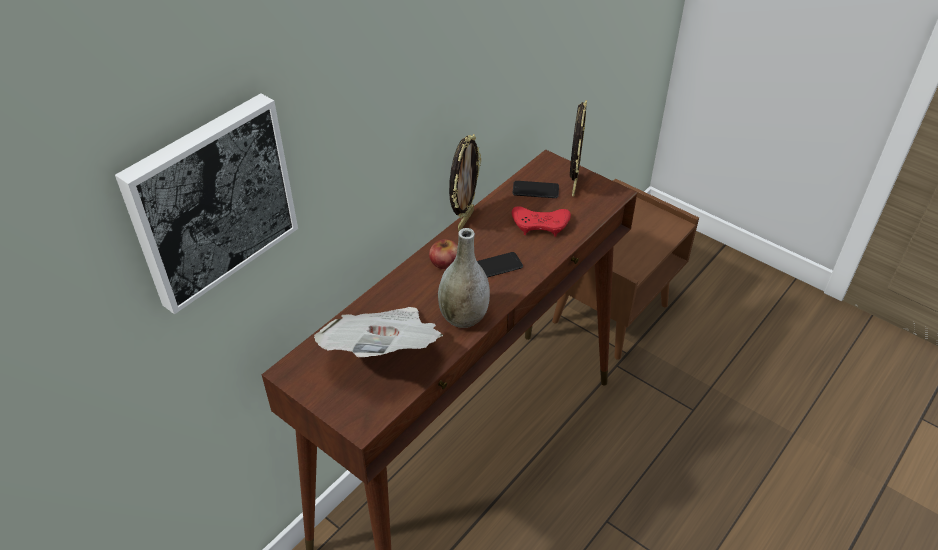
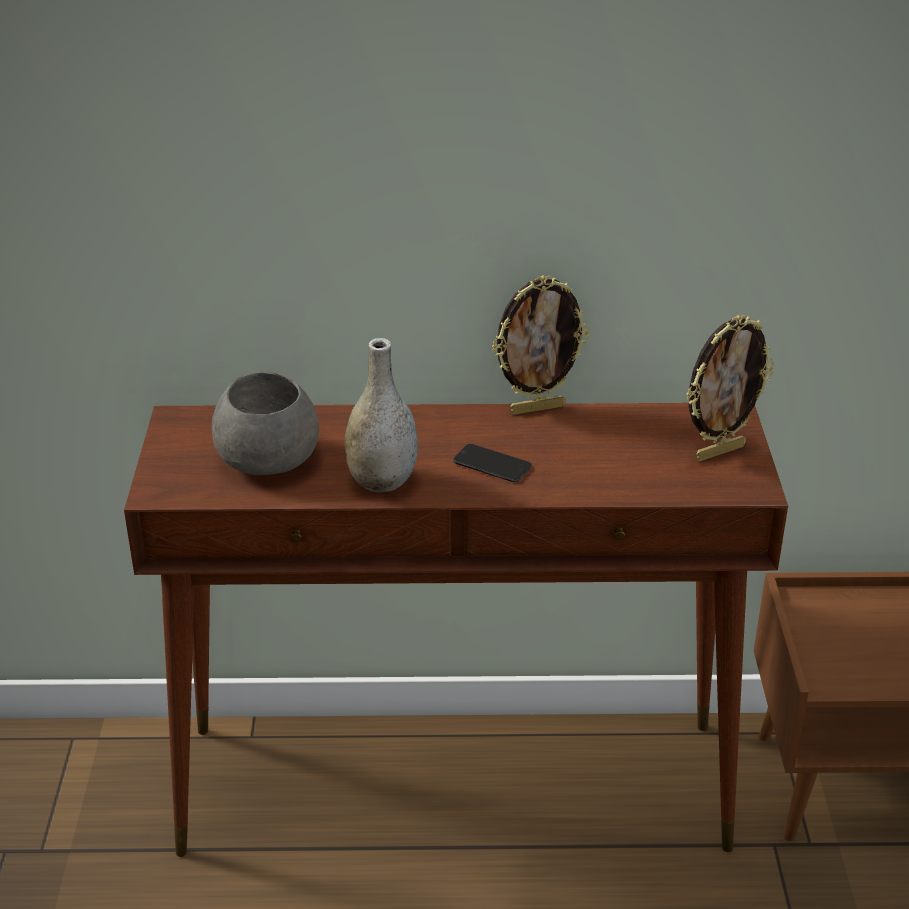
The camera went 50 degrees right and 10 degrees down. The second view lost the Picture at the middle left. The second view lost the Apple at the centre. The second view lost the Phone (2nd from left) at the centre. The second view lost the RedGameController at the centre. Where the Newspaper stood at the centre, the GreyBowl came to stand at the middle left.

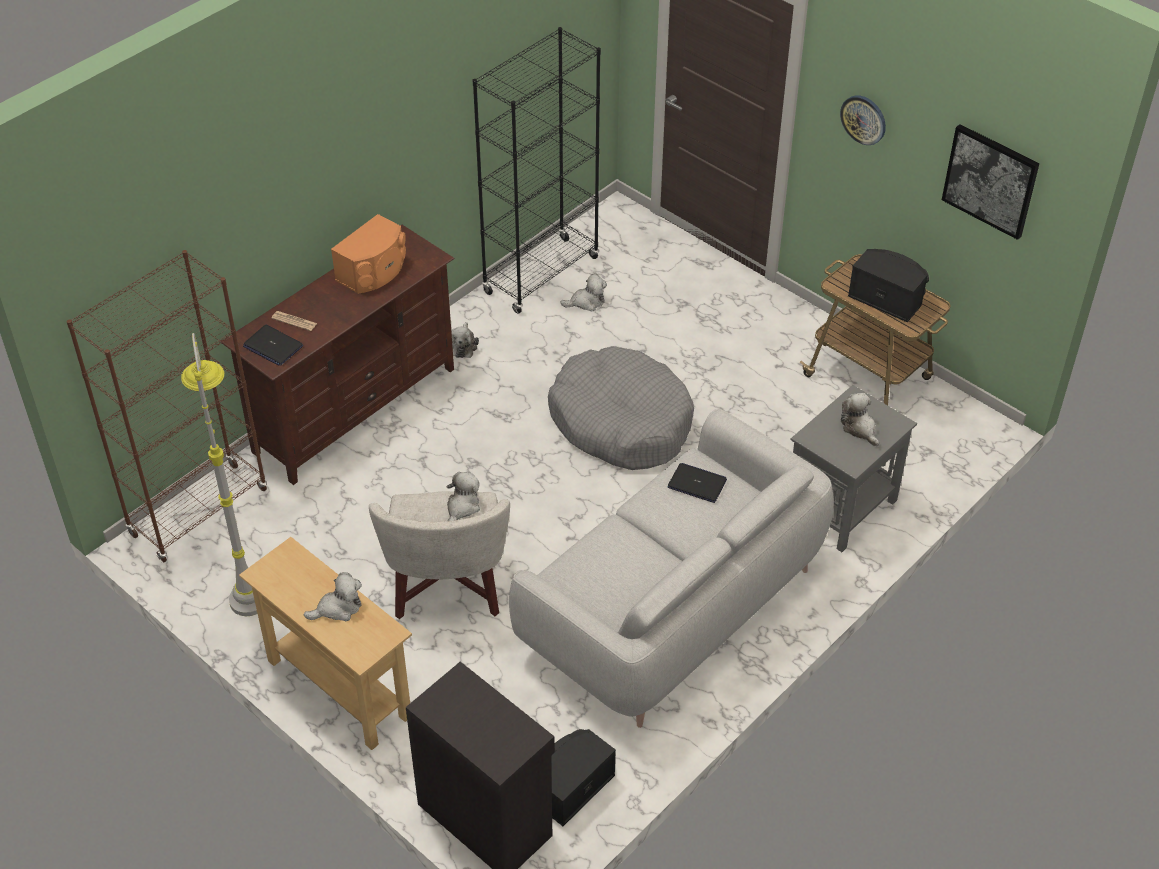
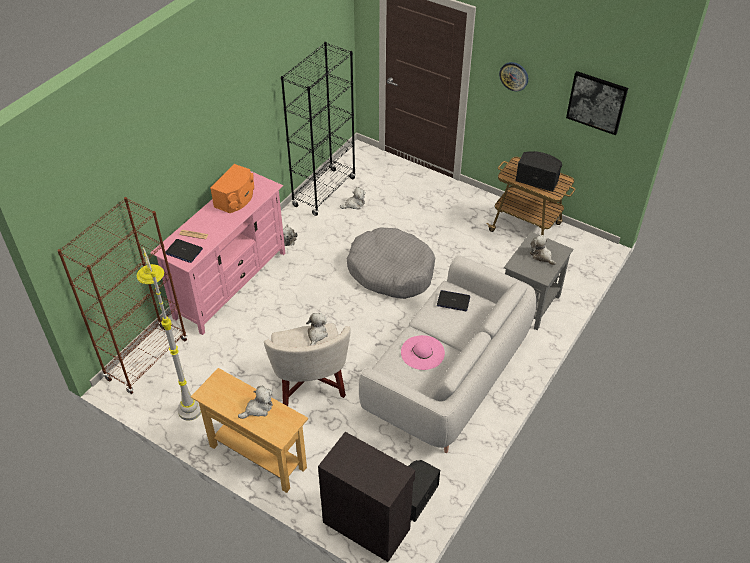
The camera went 10 degrees left and 0 degrees up. The second view gained the PinkHat at the centre. What was the BrownTvStand at the middle left turned into the PinkTvStand at the middle left.

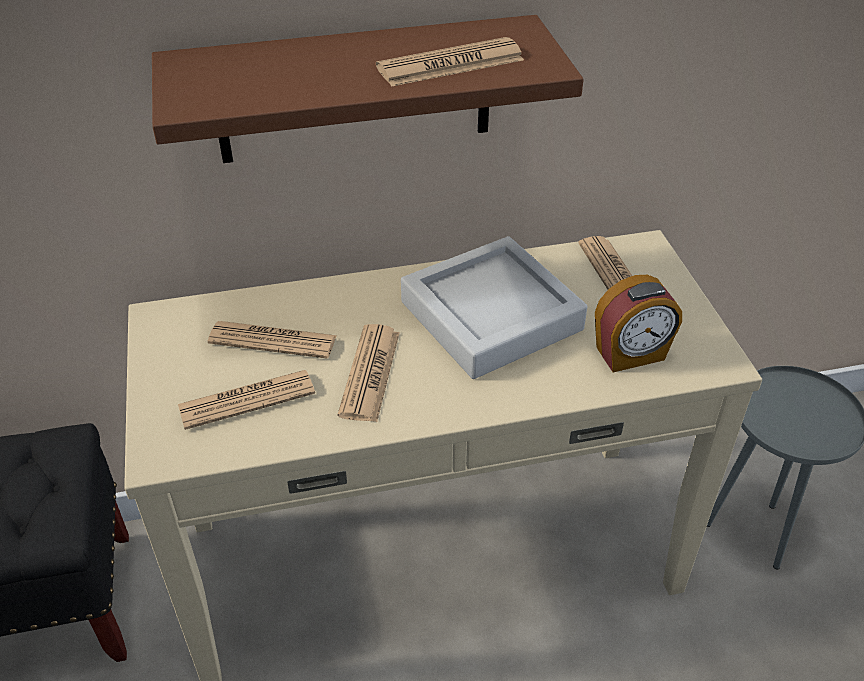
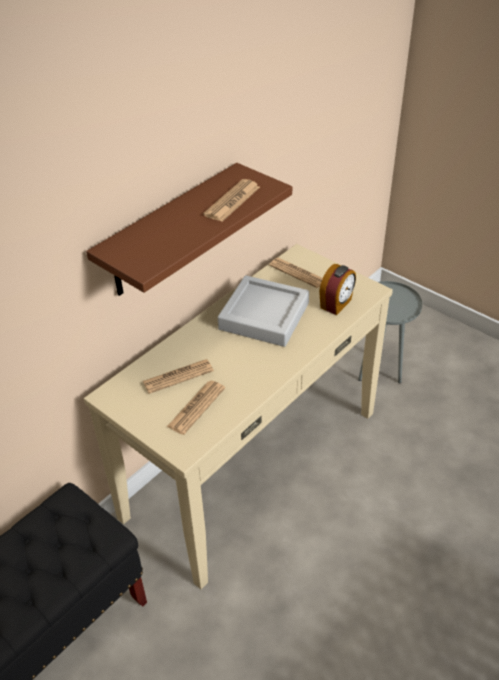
The camera went 35 degrees left and 0 degrees up. The second view lost the Newspaper (3rd from left) at the centre.

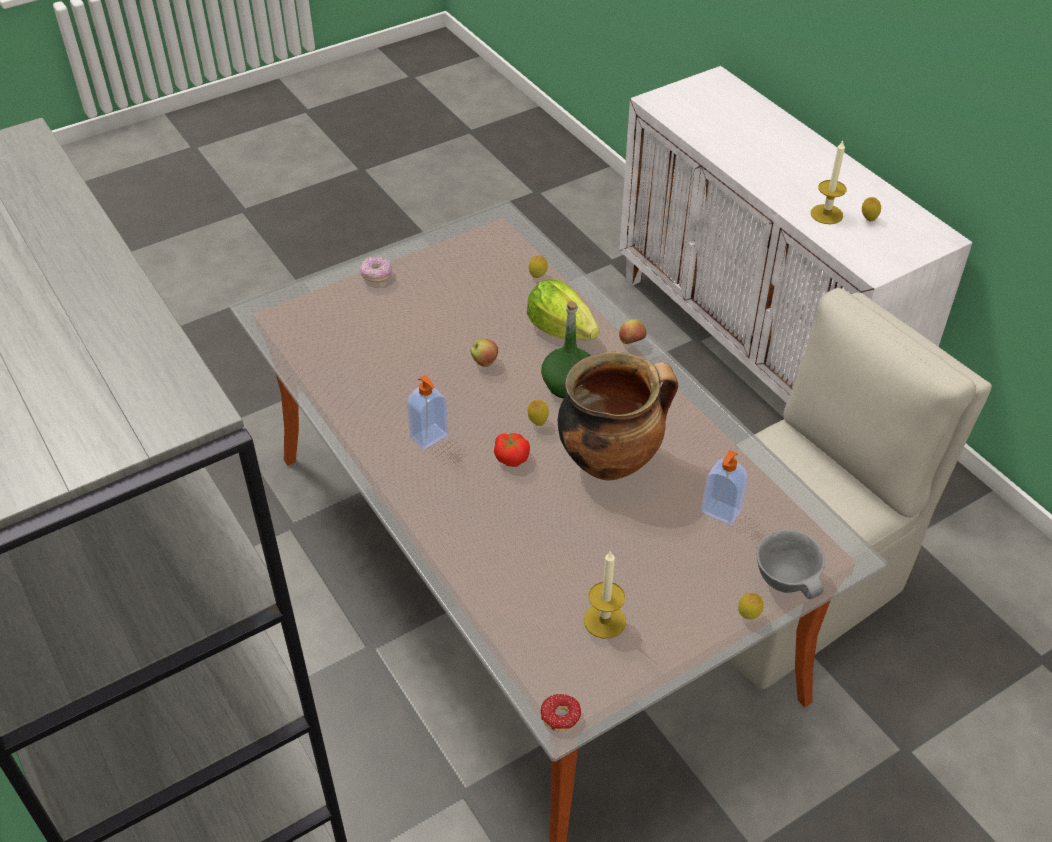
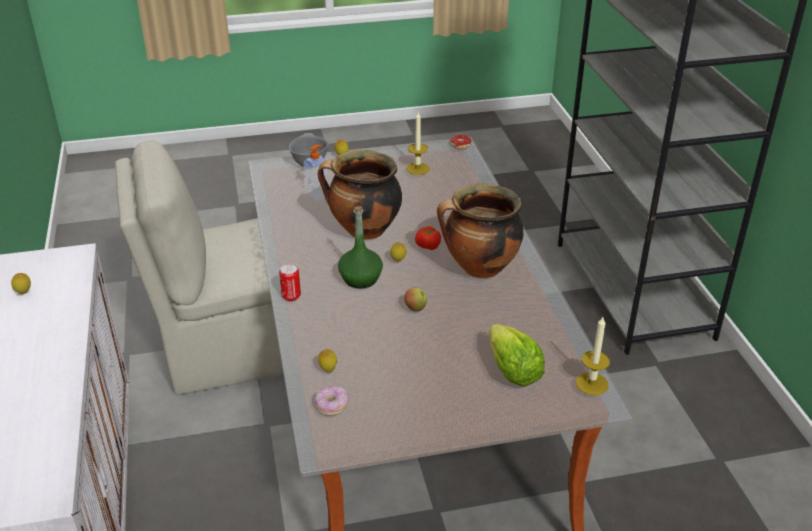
The camera went 160 degrees left and 10 degrees down. The Donut (1st from left) ended up elsewhere, having gone from the top centre to the bottom centre. The Lettuce ended up elsewhere, having gone from the centre to the bottom centre. The Candle (2nd from left) ended up elsewhere, having gone from the top right to the bottom right. Where the SoapDispenser (1st from left) stood at the centre, the CookingPot (2nd from left) came to stand at the centre. Where the Apple (2nd from left) stood at the centre, the Can came to stand at the centre.

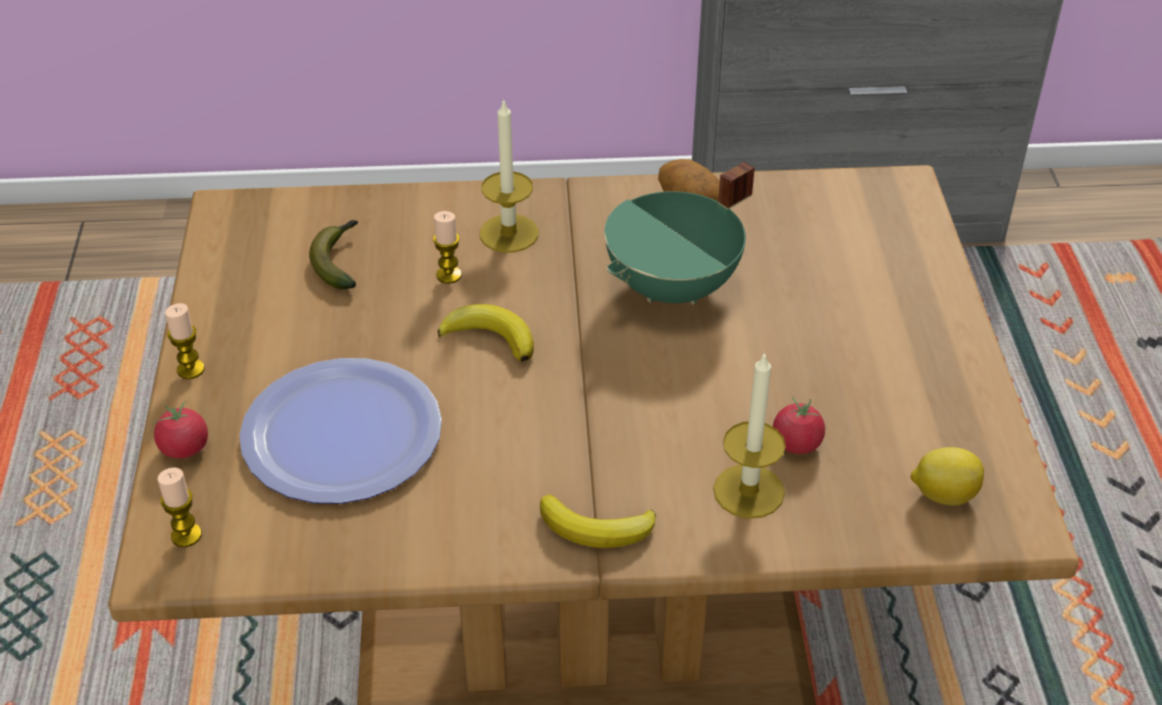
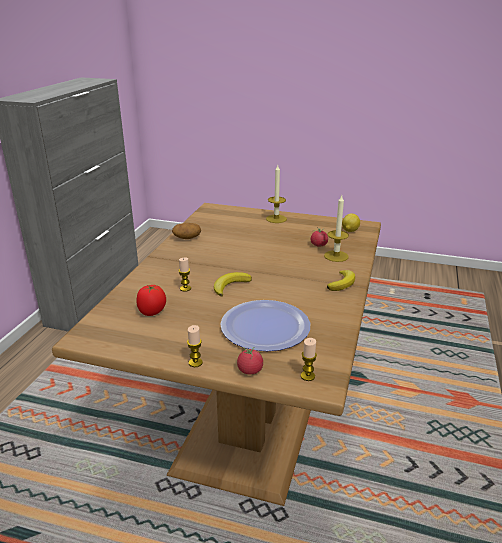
The camera went 70 degrees left and 15 degrees down. The second view lost the GreenCookingPot at the top centre. The Candle (4th from left in the first image) ended up elsewhere, having gone from the top centre to the centre. Where the Banana (1st from left) stood at the middle left, the Tomato (1st from left) came to stand at the middle left.

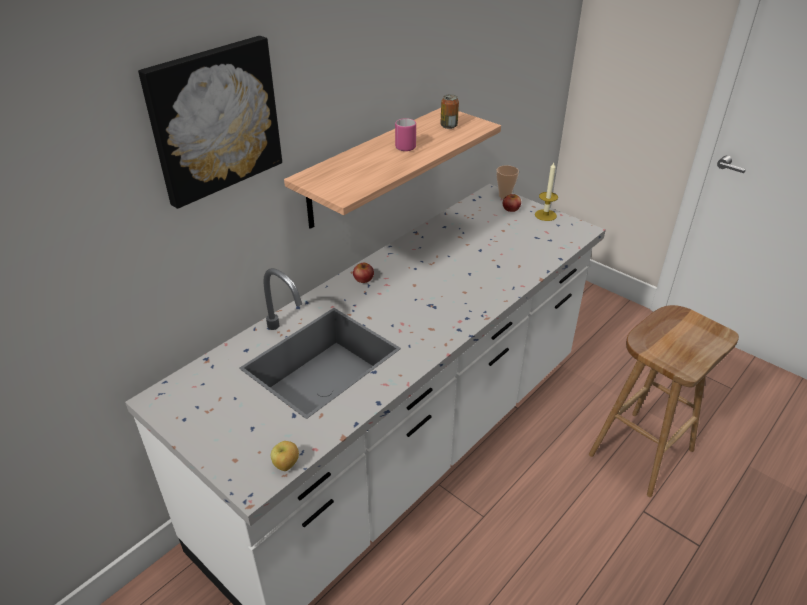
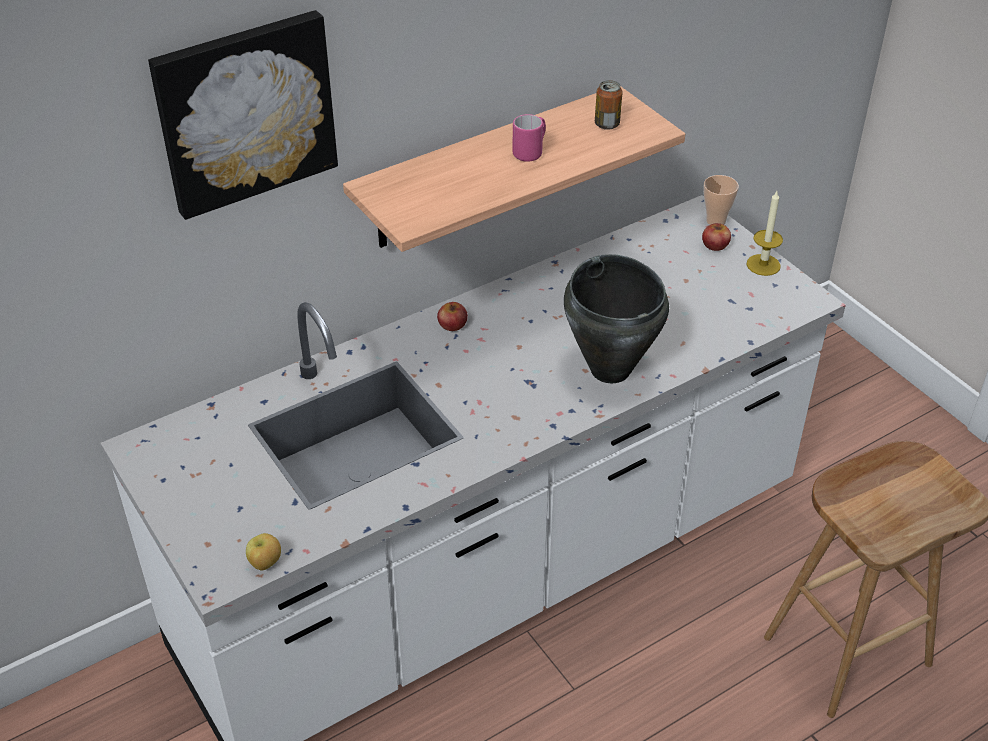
The camera went 15 degrees right and 5 degrees up. The second view gained the BlackCookingPot at the centre.

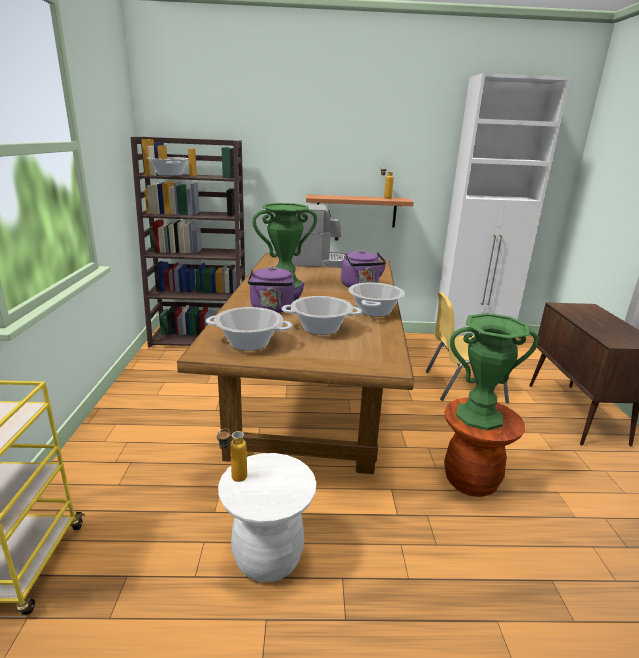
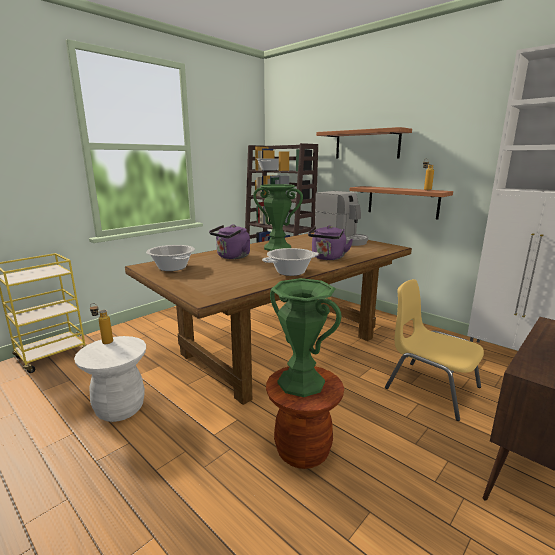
The camera went 45 degrees right and 5 degrees down. The second view lost the CookingPot (3rd from left) at the centre. The second view gained the Shelf (1st from left) at the top centre.

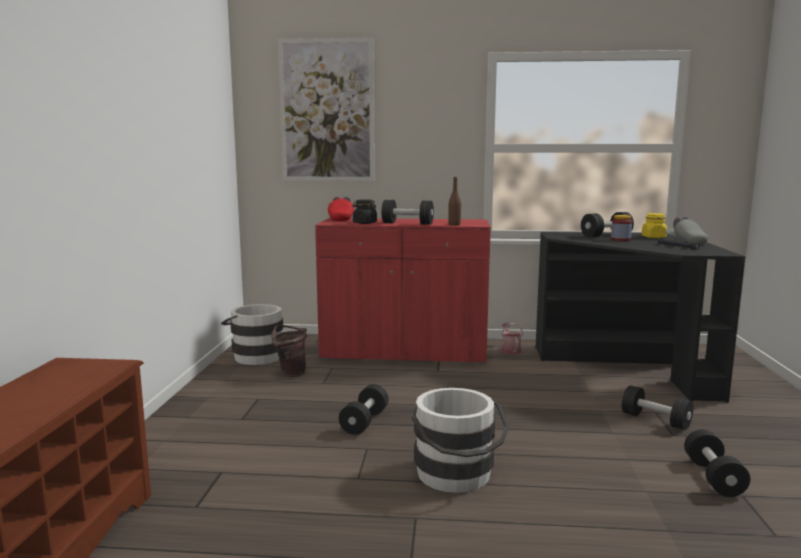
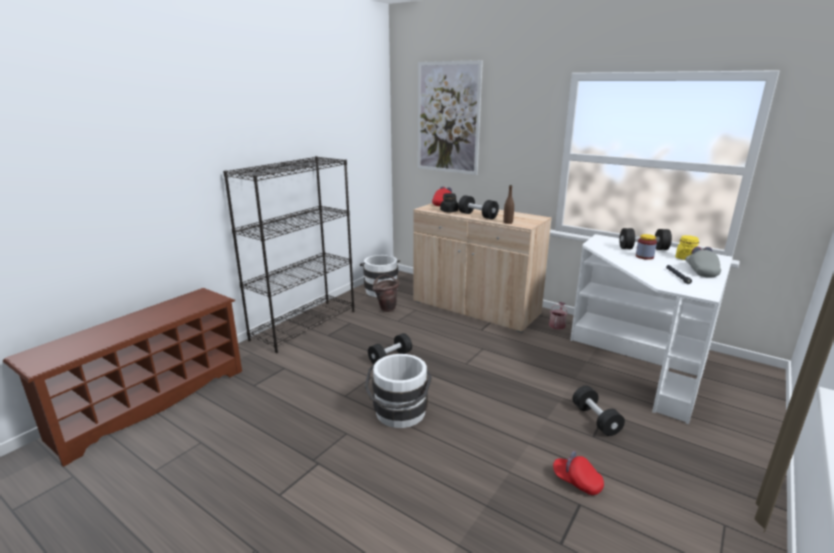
The camera went 30 degrees right and 10 degrees up. The second view gained the BlackBookcase at the centre. Where the BlackDumbbell (5th from left) stood at the bottom right, the RedCap (2nd from left) came to stand at the bottom right. What was the RedCabinet at the centre turned into the BeigeCabinet at the centre. What was the BlackDesk at the middle right turned into the WhiteDesk at the middle right.

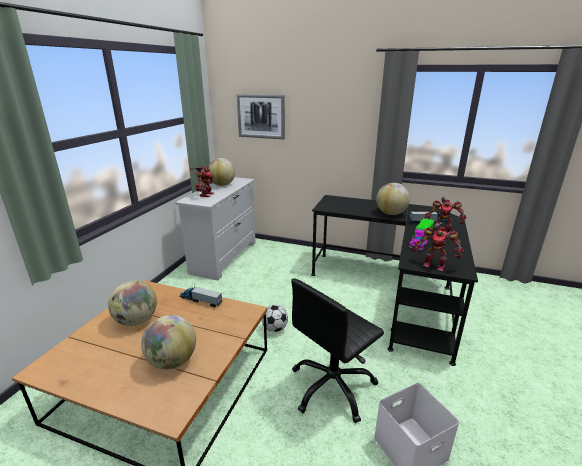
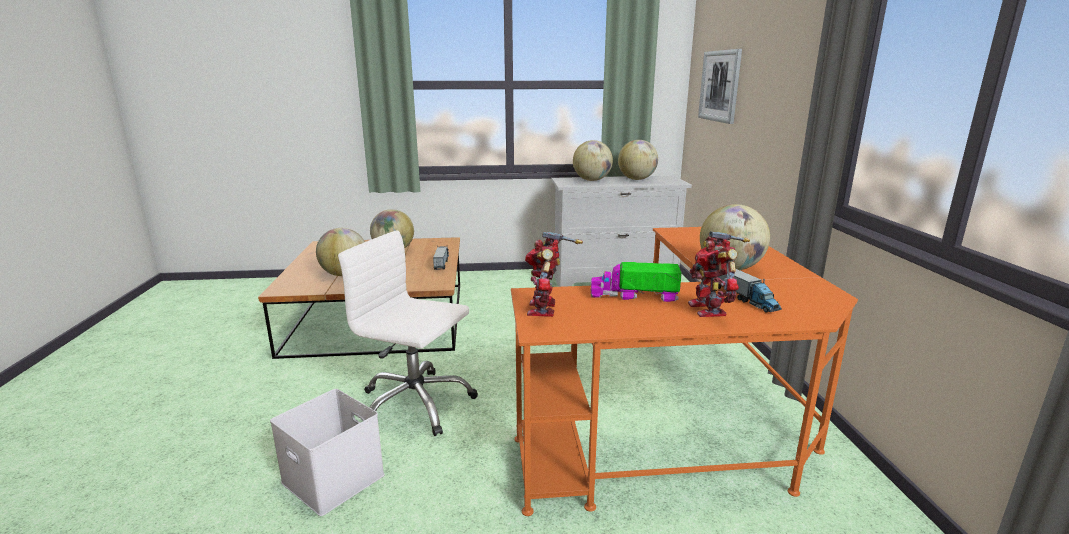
The camera went 65 degrees right and 5 degrees down. The second view lost the Football at the bottom centre. Where the ToyRobot (1st from left) stood at the centre, the Globe (3rd from left) came to stand at the top centre. What was the BlackOfficeChair at the bottom centre turned into the WhiteOfficeChair at the centre. What was the BlackDesk at the middle right turned into the OrangeDesk at the bottom centre.

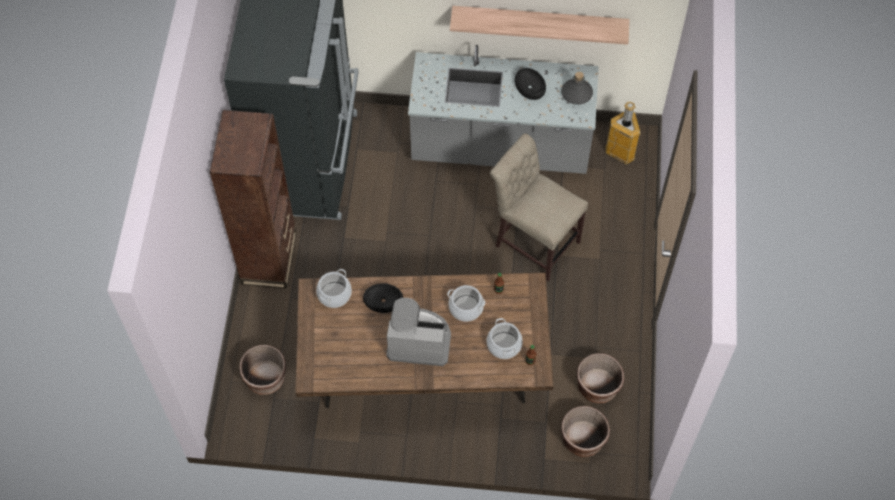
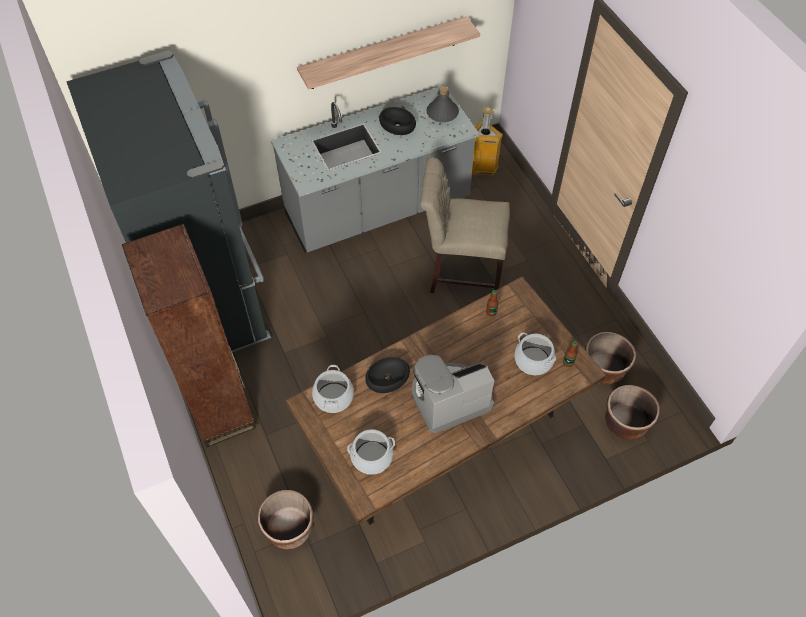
The camera went 30 degrees left and 5 degrees down. The CookingPot (2nd from left) ended up elsewhere, having gone from the centre to the bottom centre.

